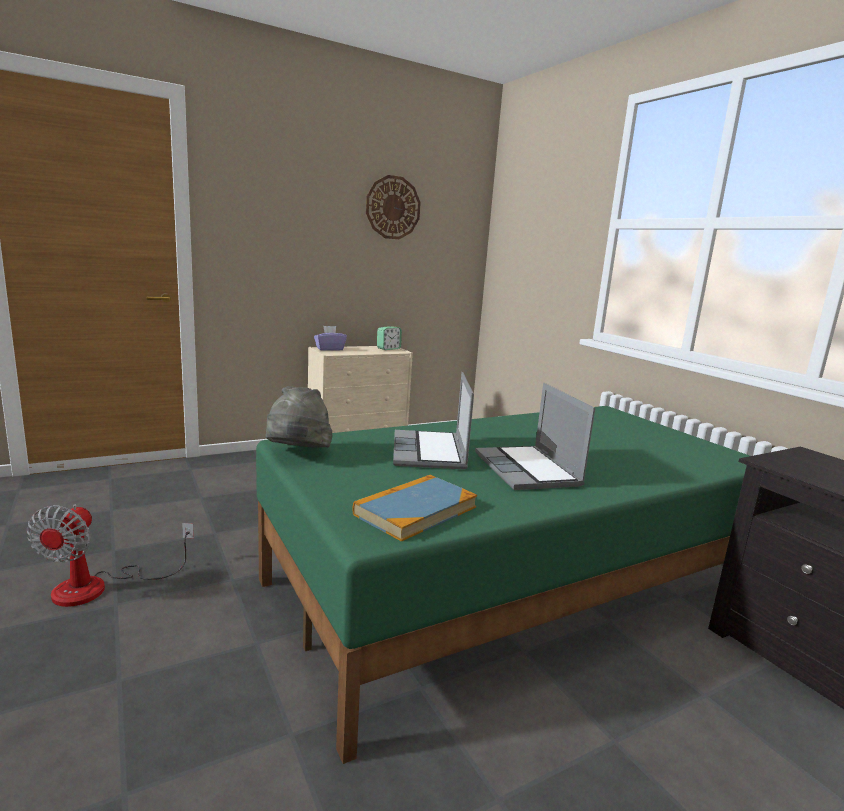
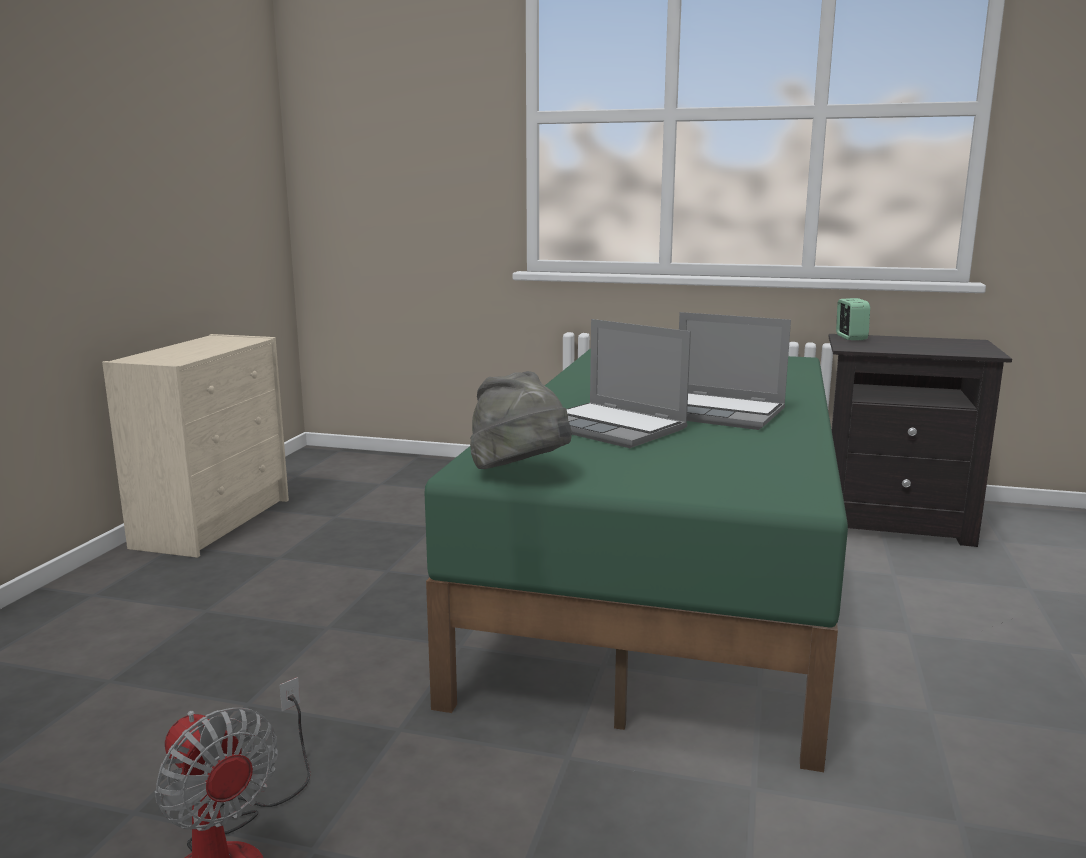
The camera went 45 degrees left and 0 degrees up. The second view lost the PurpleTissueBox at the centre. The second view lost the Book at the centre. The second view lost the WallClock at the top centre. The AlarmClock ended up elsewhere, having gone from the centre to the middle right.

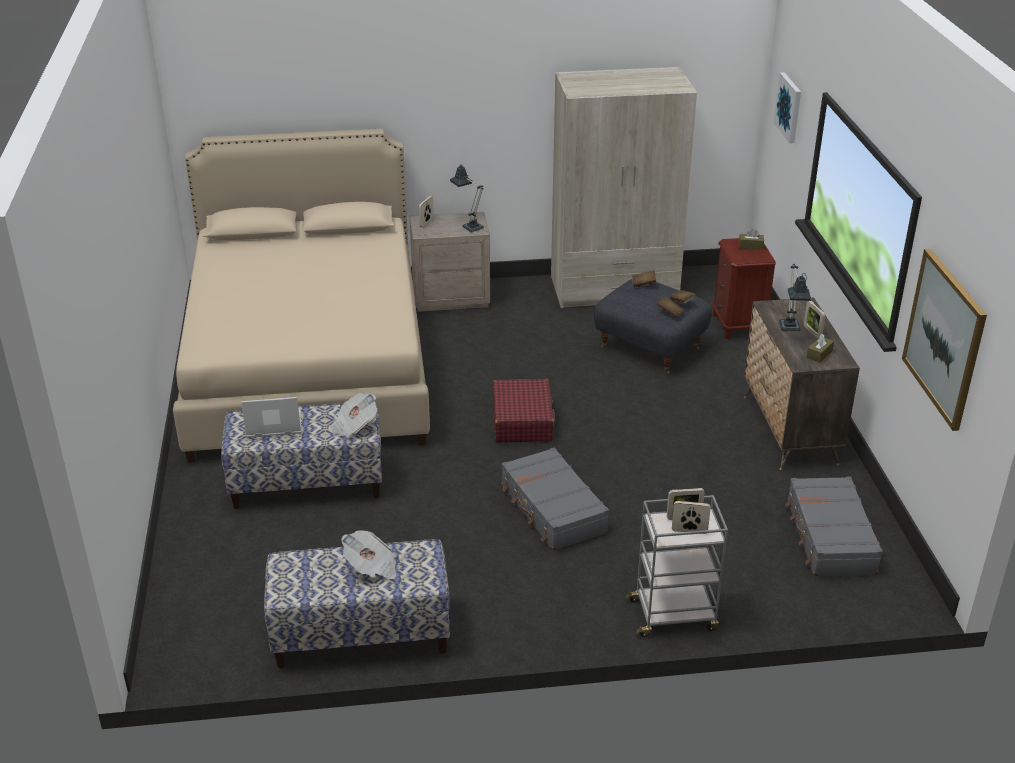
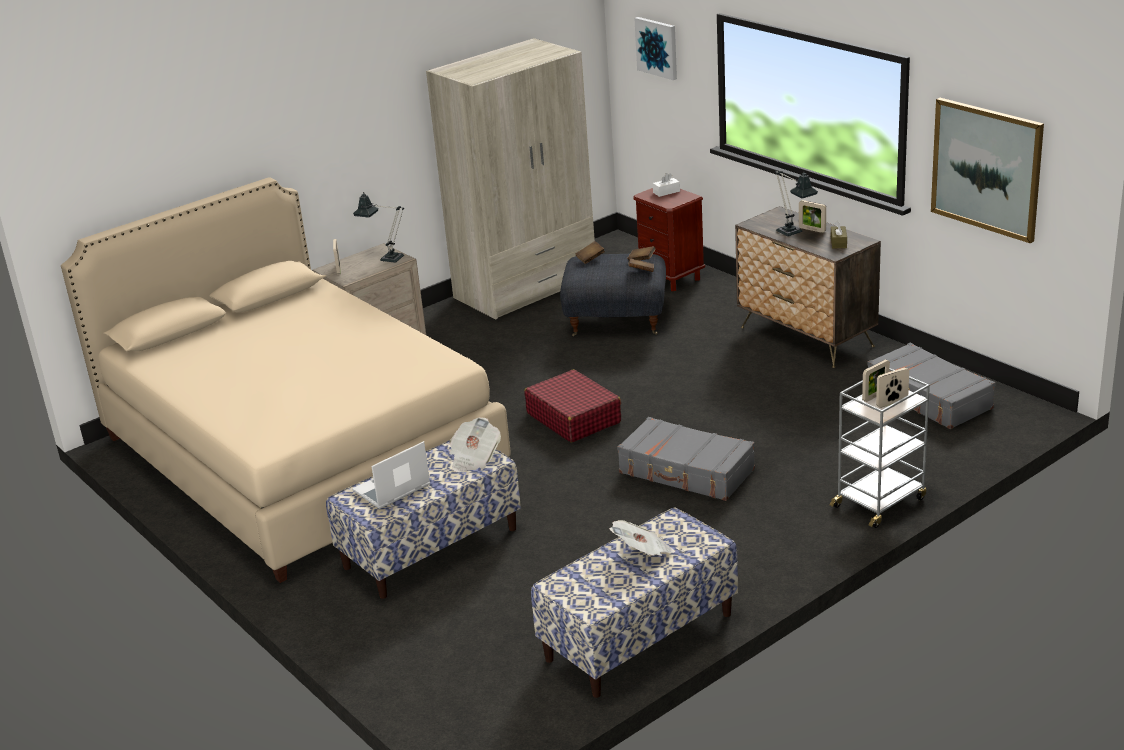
The camera went 30 degrees left and 5 degrees down. What was the BrownTissueBox (1st from left) at the top right turned into the WhiteTissueBox at the top centre.

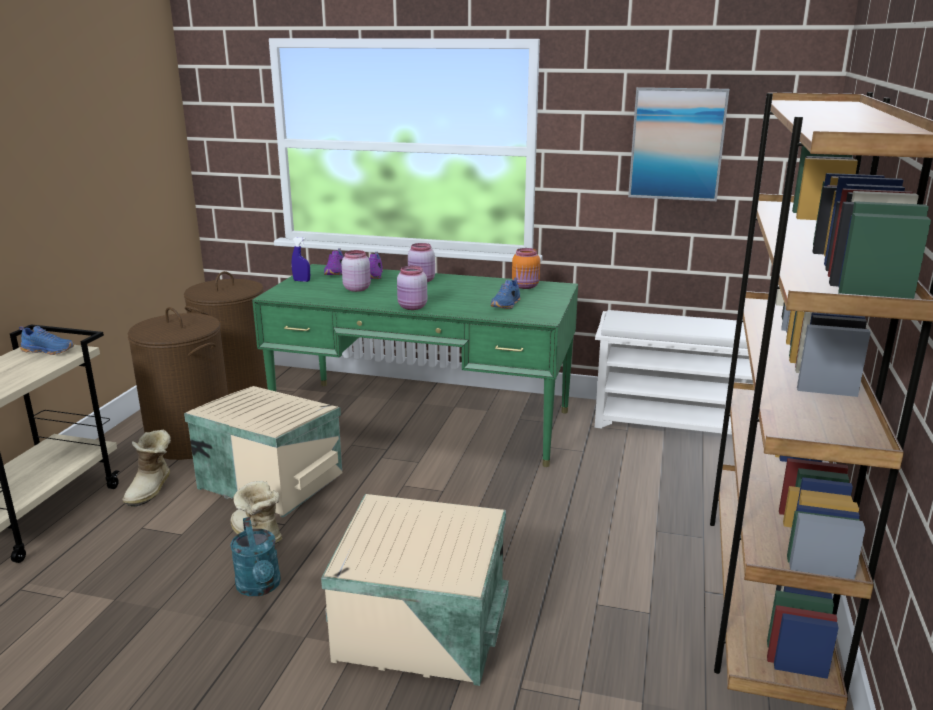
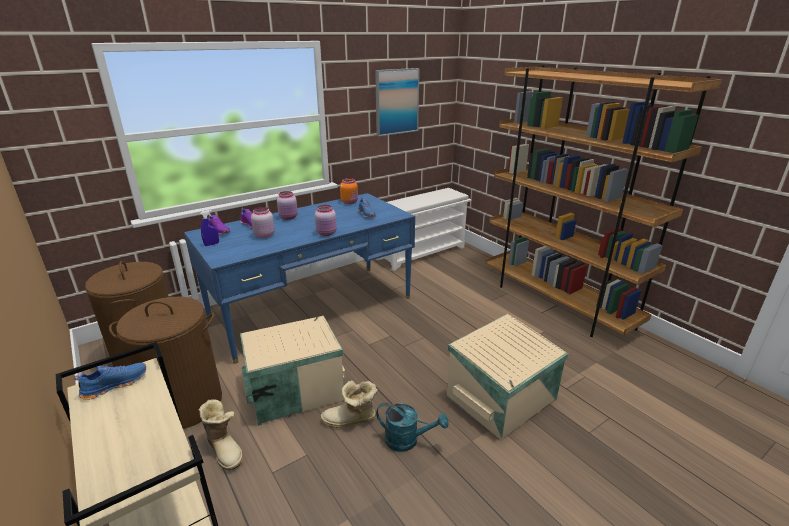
The camera went 50 degrees left and 5 degrees up. What was the GreenDesk at the centre turned into the BlueDesk at the centre.

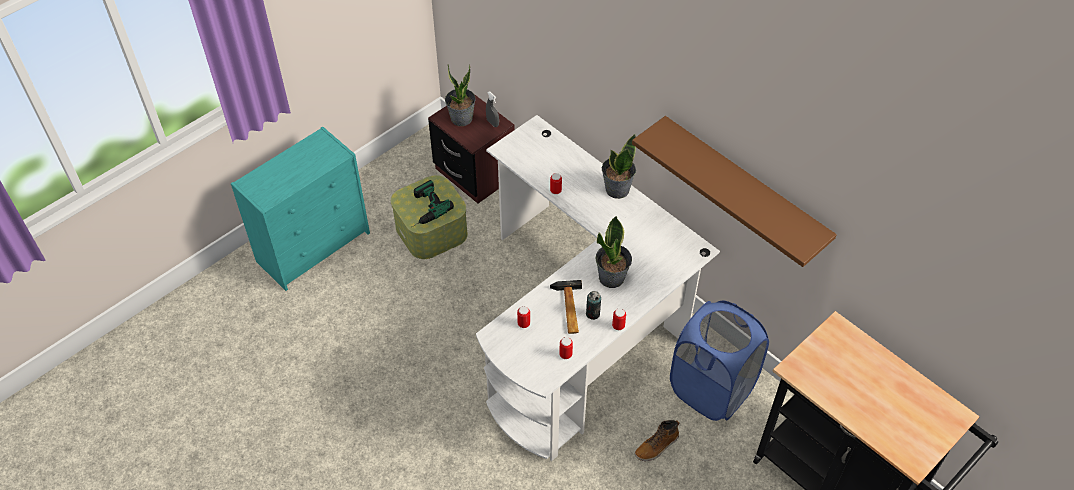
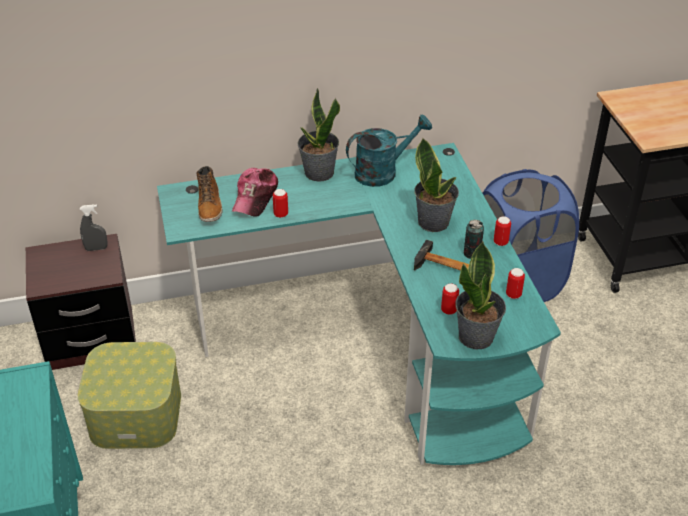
The camera went 60 degrees left and 10 degrees down. The second view lost the PowerDrill at the centre. The second view lost the BrownShelf at the middle right. The second view gained the Cap at the centre. The second view gained the TurquoiseWateringCan at the top centre. The PottedPlant (1st from left in the first image) ended up elsewhere, having gone from the top centre to the middle right. The Boot ended up elsewhere, having gone from the bottom centre to the middle left. What was the WhiteDesk at the centre turned into the TurquoiseDesk at the centre.

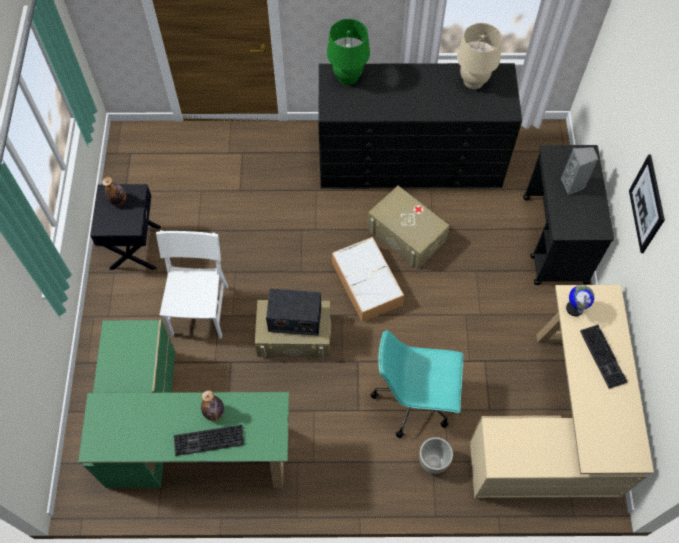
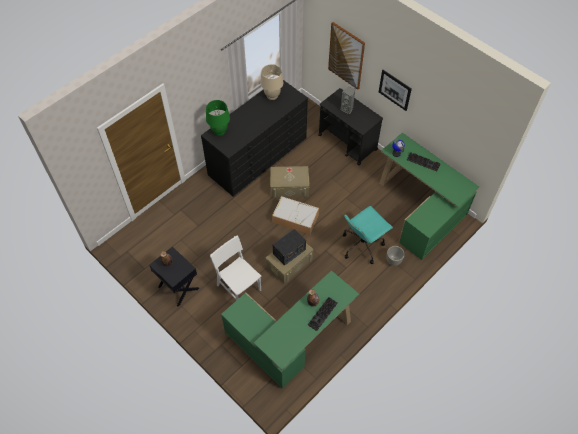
The camera went 45 degrees left and 5 degrees down. The second view gained the Picture (1st from left) at the top centre. What was the BeigeDesk at the bottom right turned into the GreenDesk (2nd from left) at the middle right.

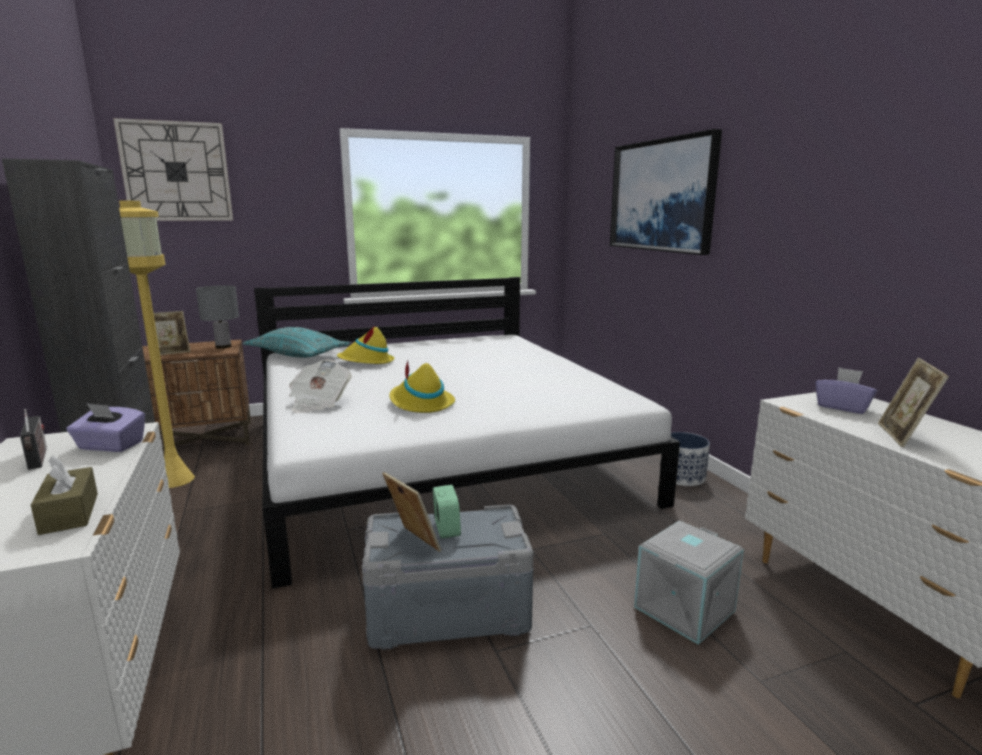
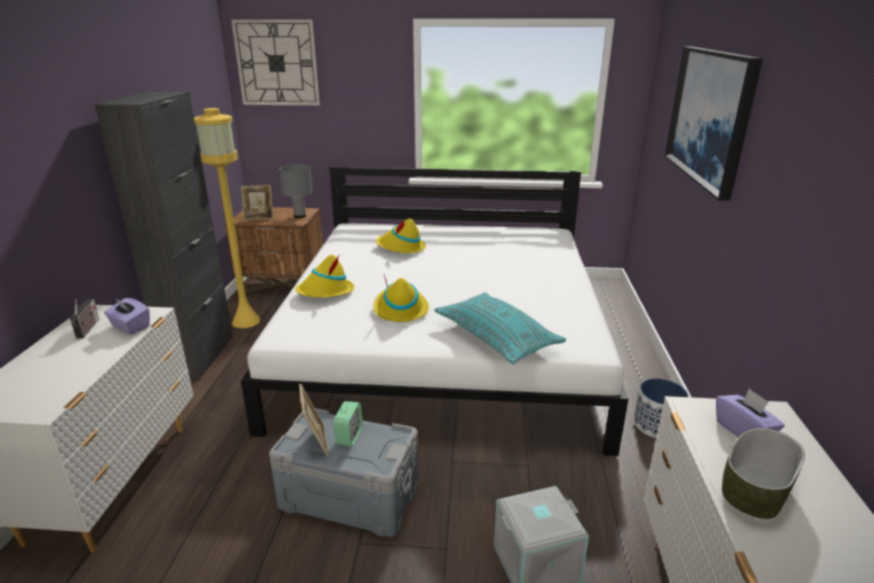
The camera went 25 degrees right and 10 degrees up. The second view lost the BrownTissueBox at the middle left. The TurquoisePillow ended up elsewhere, having gone from the middle left to the centre. Where the Newspaper stood at the middle left, the YellowHat (1st from left) came to stand at the centre. Where the PictureFrame (3rd from left) stood at the middle right, the Bowl came to stand at the bottom right.

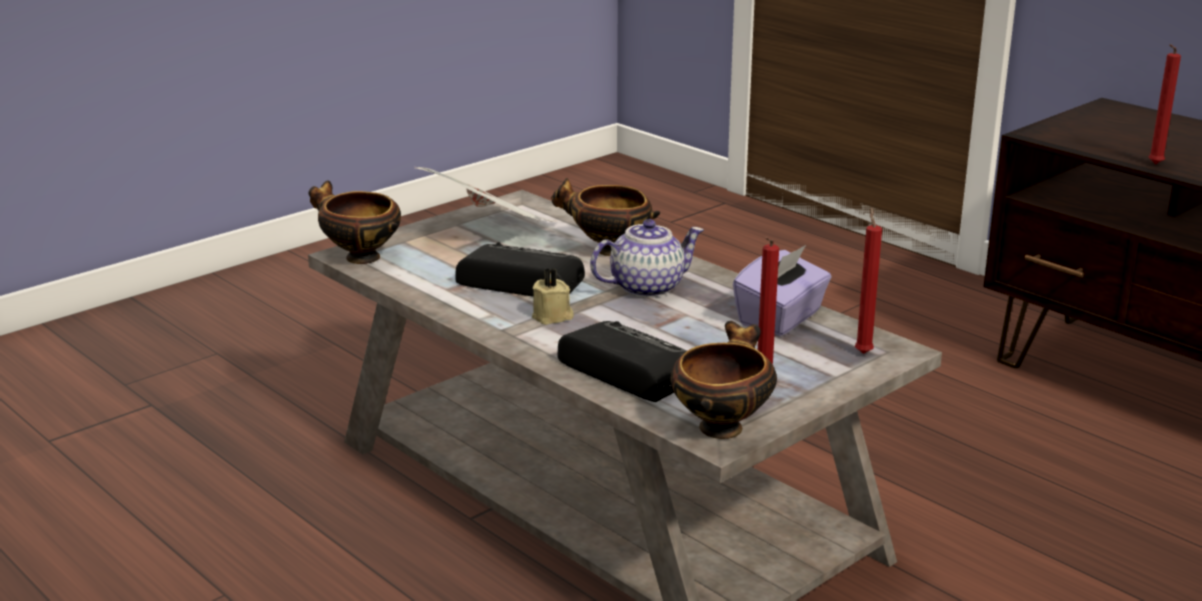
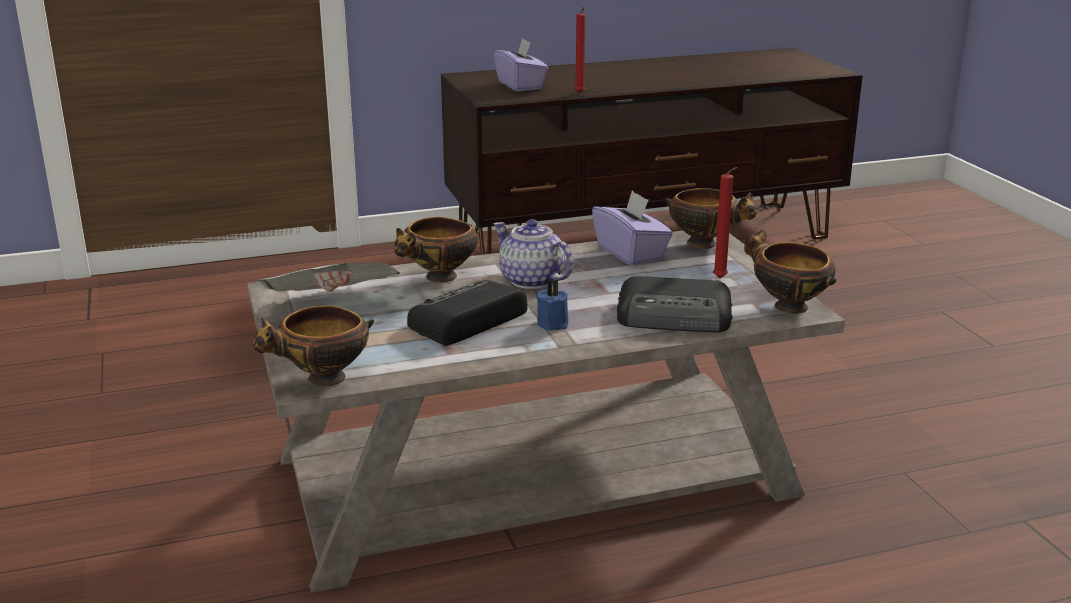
The camera went 65 degrees left and 0 degrees up. The second view gained the PurpleTissueBox (1st from left) at the top centre. Where the RedCandle (2nd from left) stood at the middle right, the Bowl (3rd from left) came to stand at the centre. What was the BeigeCandle at the centre turned into the BlueCandle at the centre. The Radio (2nd from left) at the centre ended up facing another way, 150 degrees counterclockwise from before. The Teapot at the centre ended up facing another way, 45 degrees counterclockwise from before.

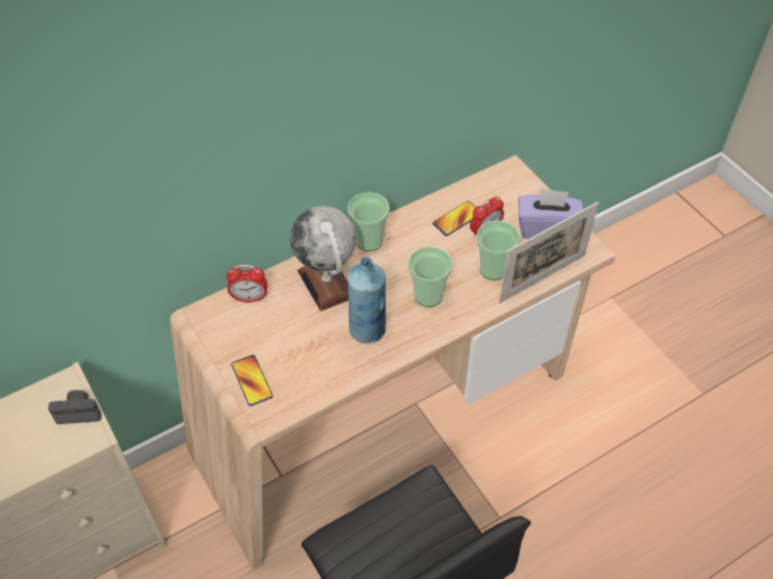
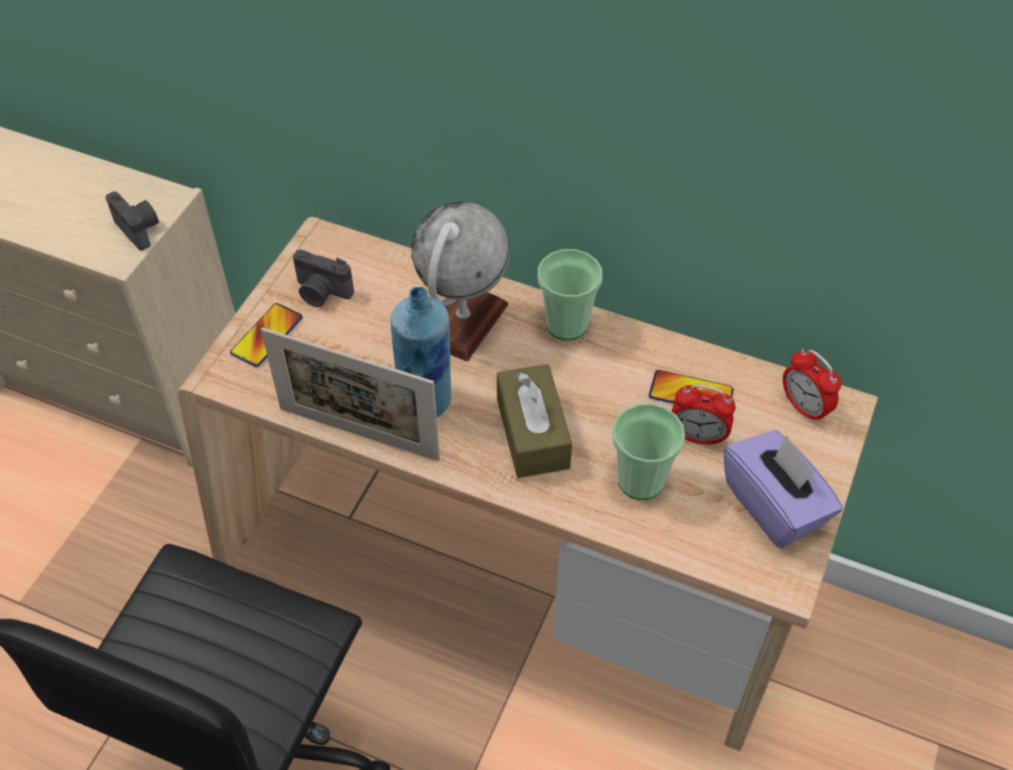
The camera went 55 degrees right and 0 degrees up. The second view gained the PhotoCamera (2nd from left) at the middle left. The AlarmClock (1st from left in the first image) ended up elsewhere, having gone from the middle left to the middle right. The PictureFrame ended up elsewhere, having gone from the middle right to the centre. Where the Cup (2nd from left) stood at the centre, the BrownTissueBox came to stand at the centre.

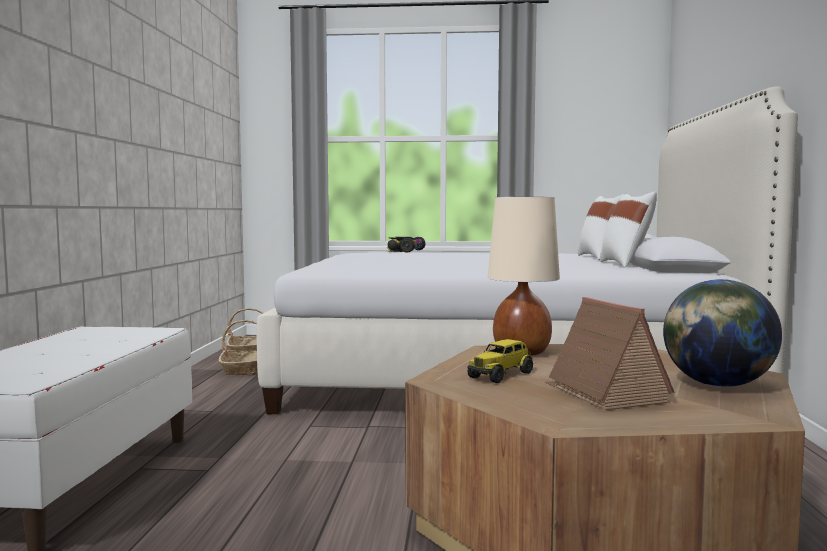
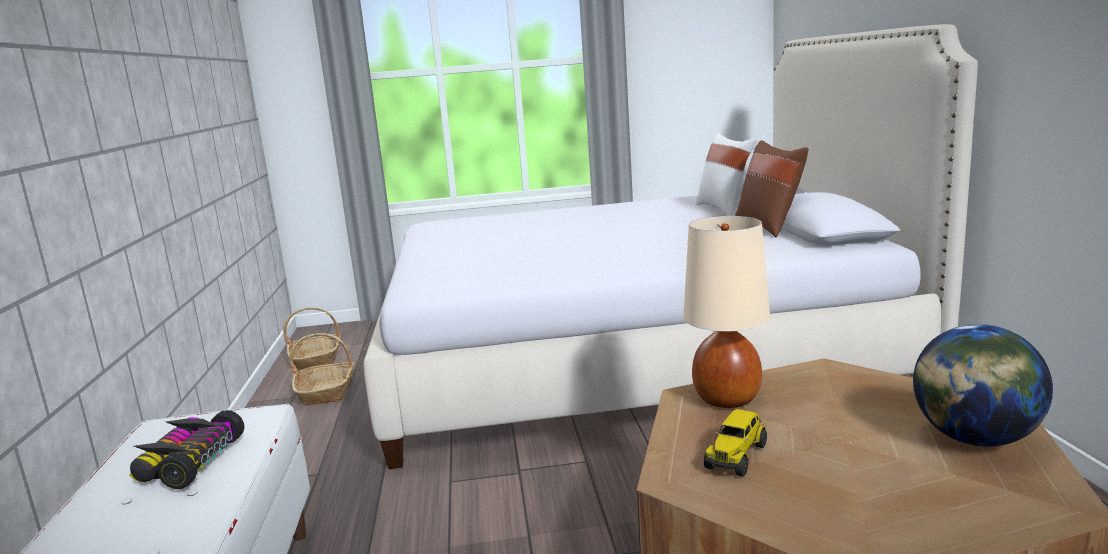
The camera went 10 degrees left and 10 degrees up. The second view lost the ToyHouse at the middle right. The ToyCar ended up elsewhere, having gone from the centre to the bottom left. What was the WhitePillow (2nd from left) at the middle right turned into the BrownPillow at the middle right.

